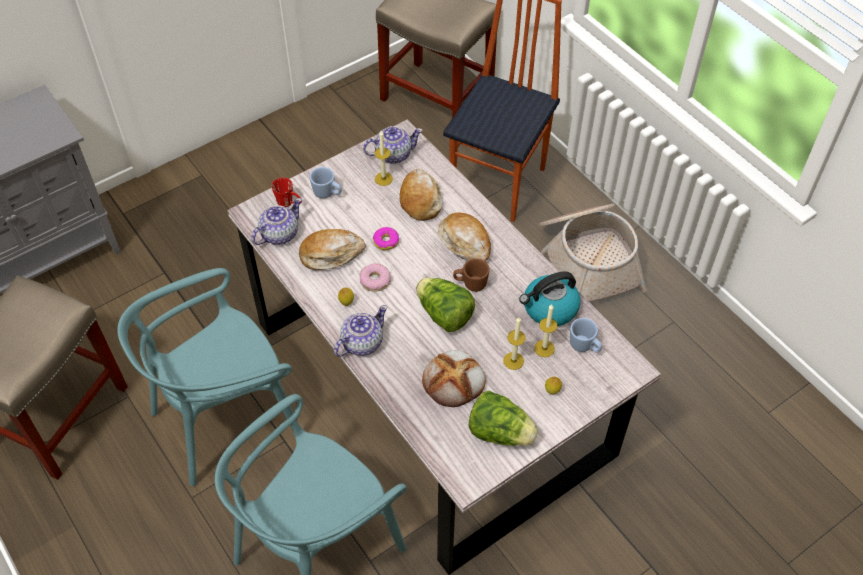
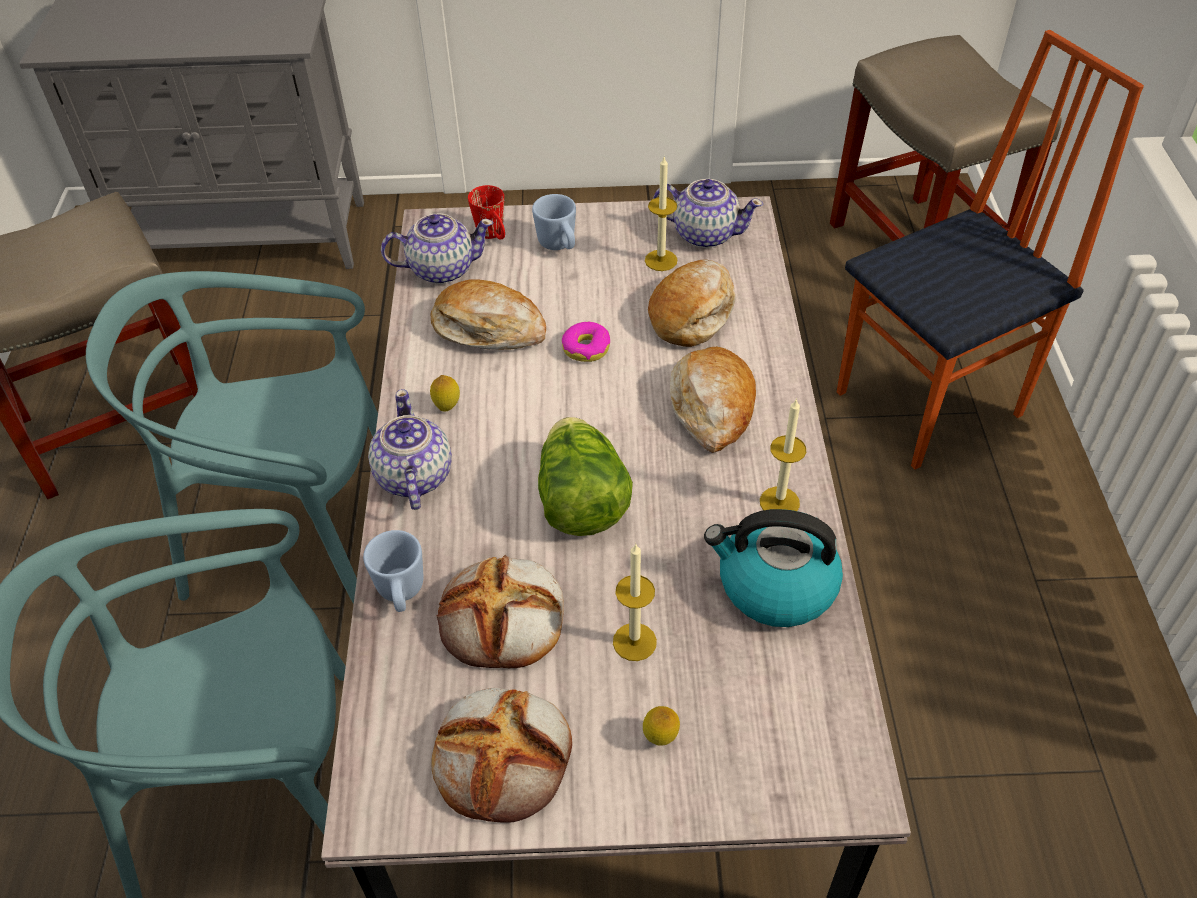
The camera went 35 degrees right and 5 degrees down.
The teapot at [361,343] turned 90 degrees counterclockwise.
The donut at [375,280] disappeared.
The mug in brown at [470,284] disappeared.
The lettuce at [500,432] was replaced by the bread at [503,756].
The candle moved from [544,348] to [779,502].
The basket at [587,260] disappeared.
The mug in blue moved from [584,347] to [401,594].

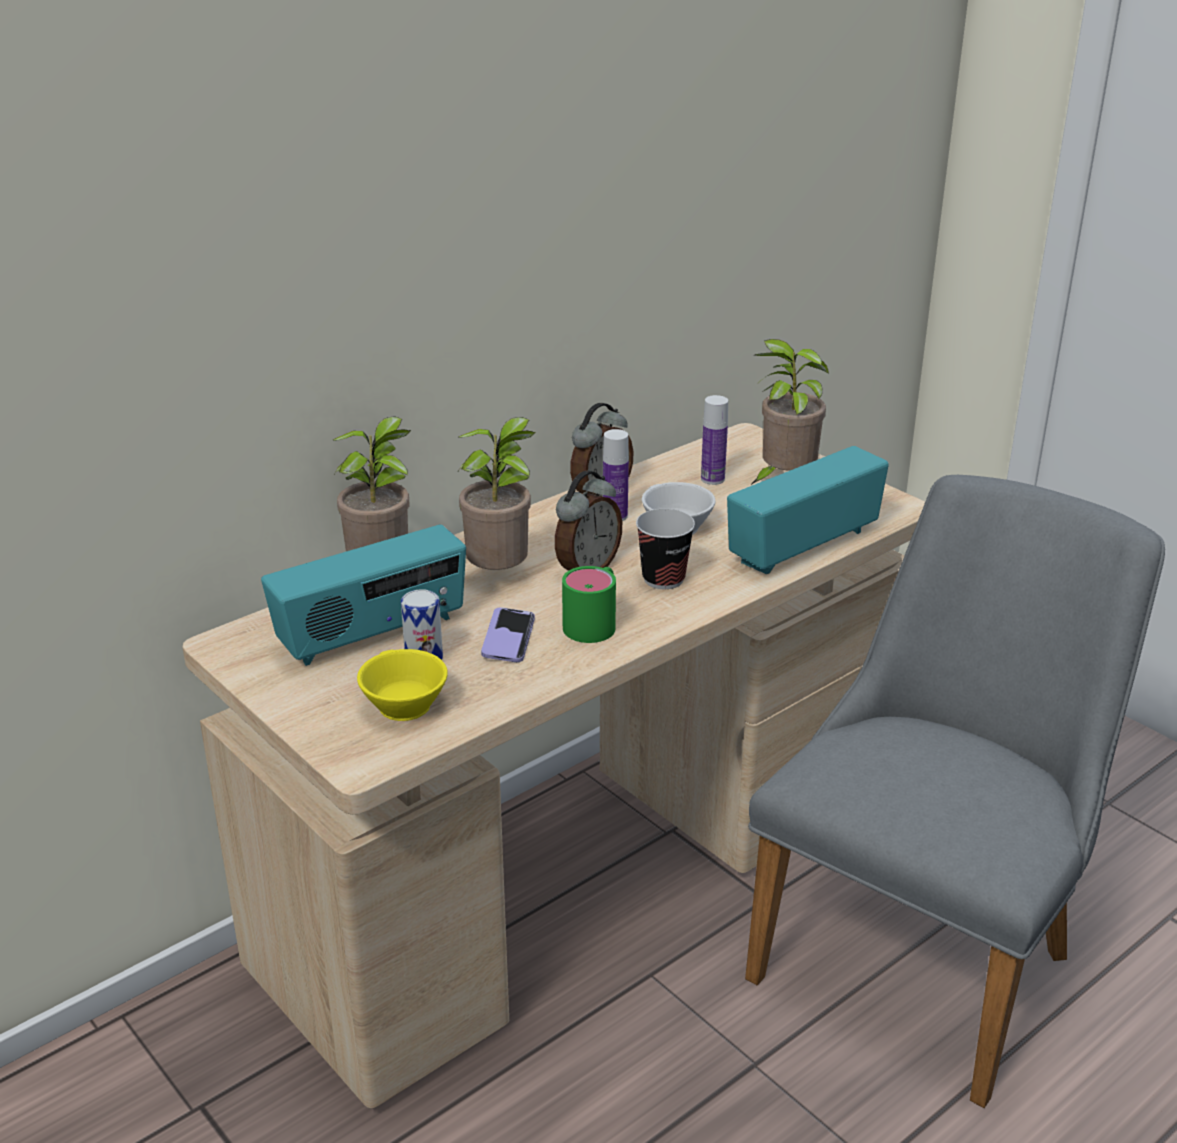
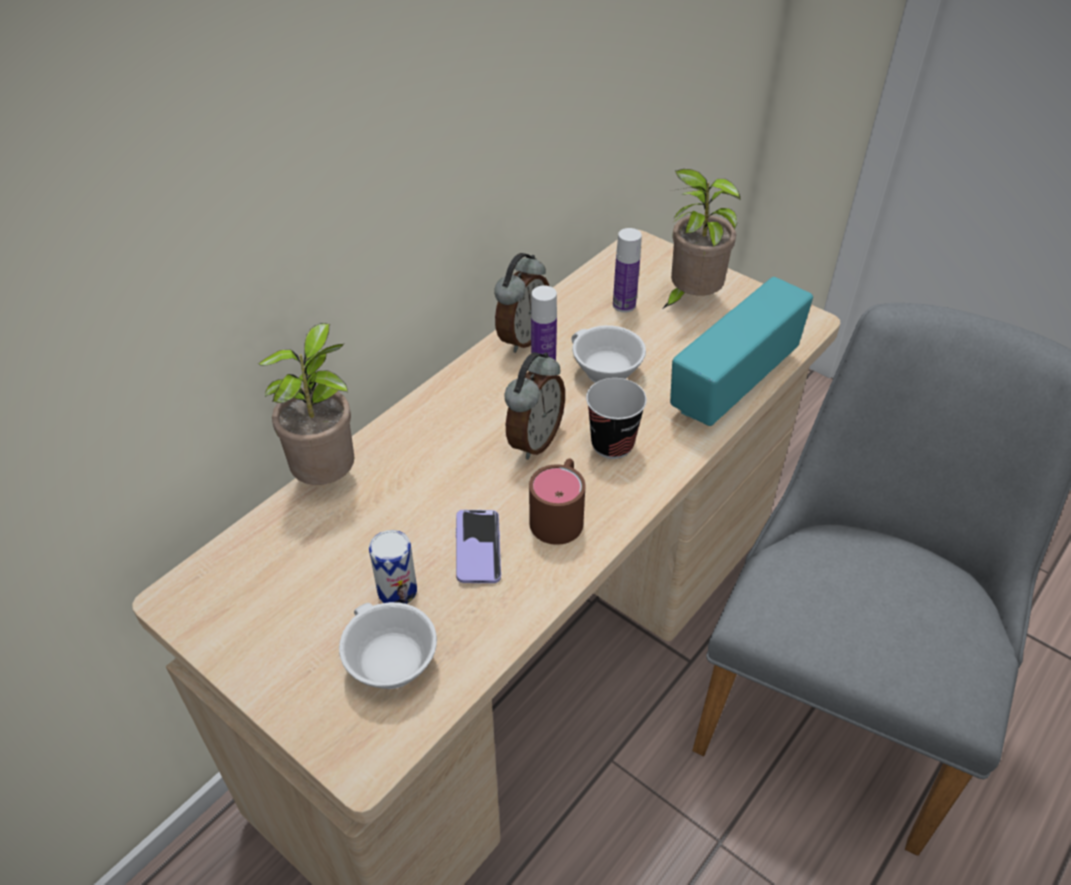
The camera went 10 degrees left and 15 degrees up.
The radio at [372,635] disappeared.
The cup in yellow at [400,704] became the cup in white at [387,664].
The potted plant at [501,575] disappeared.
The mug in green at [595,622] became the mug in brown at [560,513].

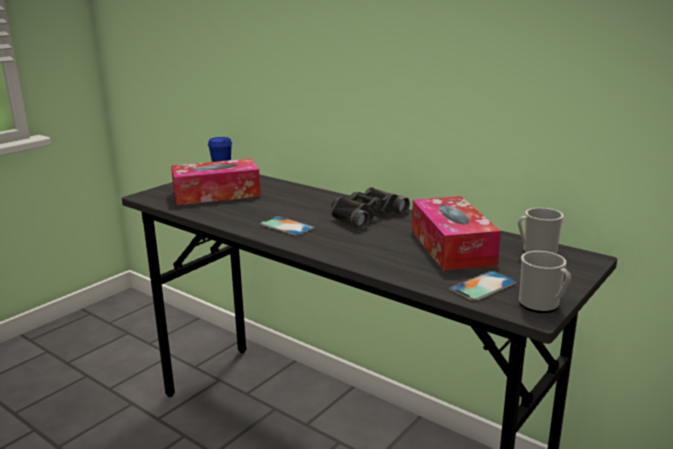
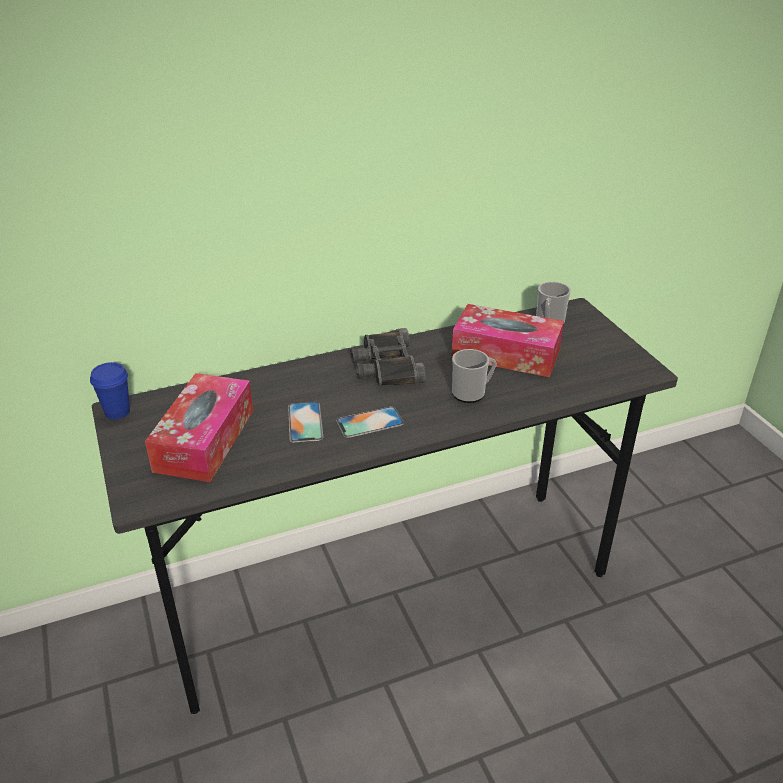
The camera went 60 degrees left and 15 degrees up.
The phone moved from [483,286] to [305,422].
The mug moved from [542,305] to [472,393].

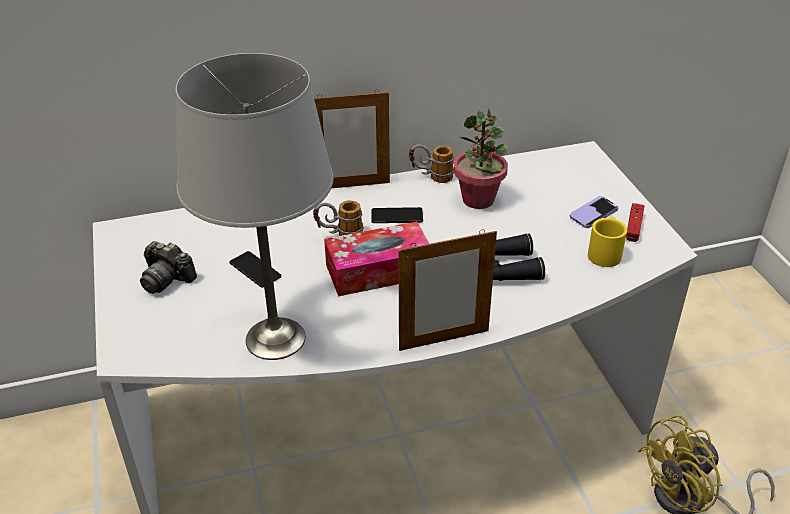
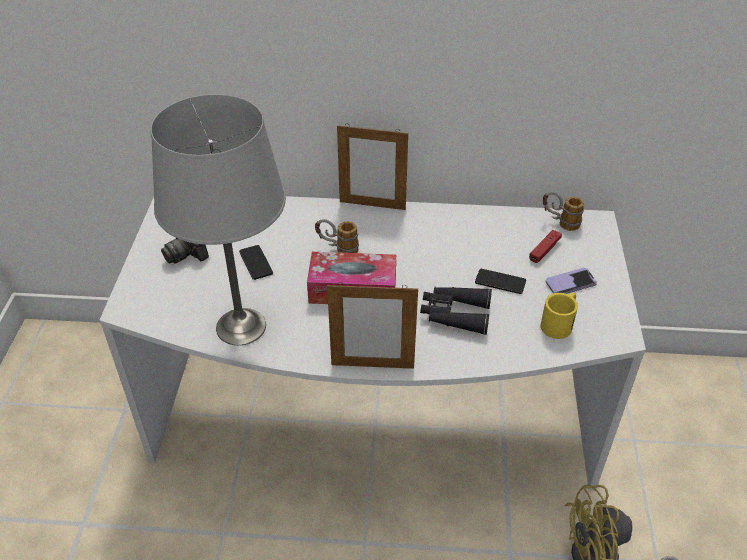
The camera went 20 degrees right and 5 degrees up.
The phone moved from [397,216] to [500,282].
The mug moved from [431,177] to [559,222].
The potted plant at [478,200] disappeared.
The game controller in red moved from [634,227] to [544,250].

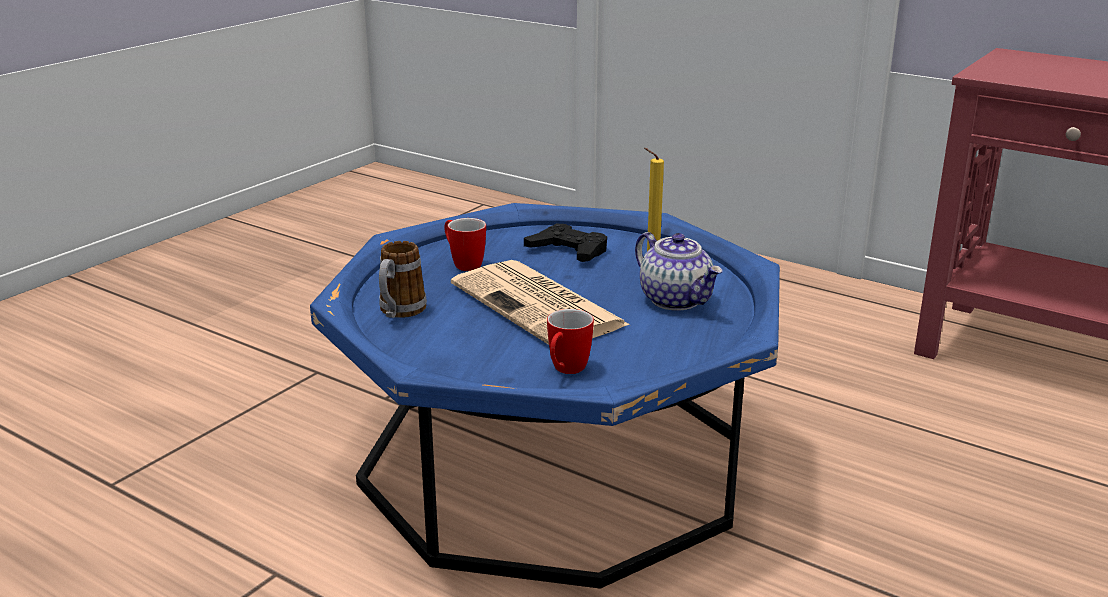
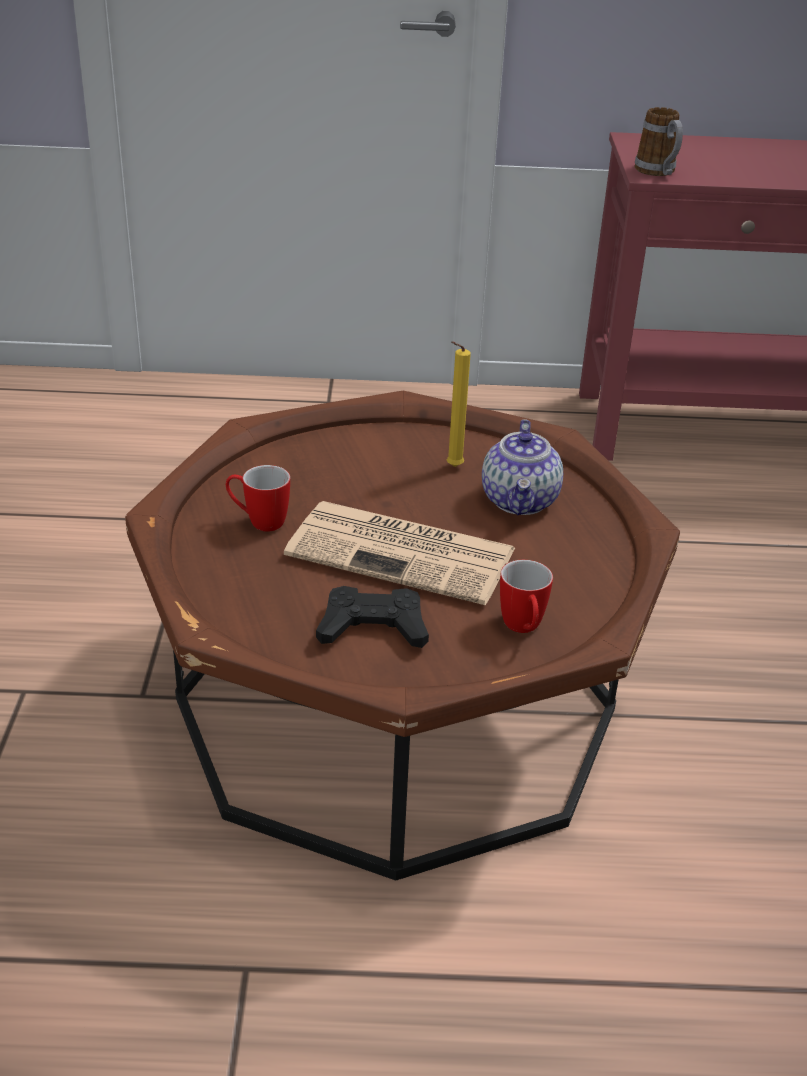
The camera went 35 degrees left and 10 degrees up.
The coffee table in blue at [554,462] became the coffee table in brown at [396,704].
The mug moved from [399,312] to [658,172].
The game controller in black moved from [568,251] to [373,627].
The teapot at [676,300] turned 75 degrees clockwise.

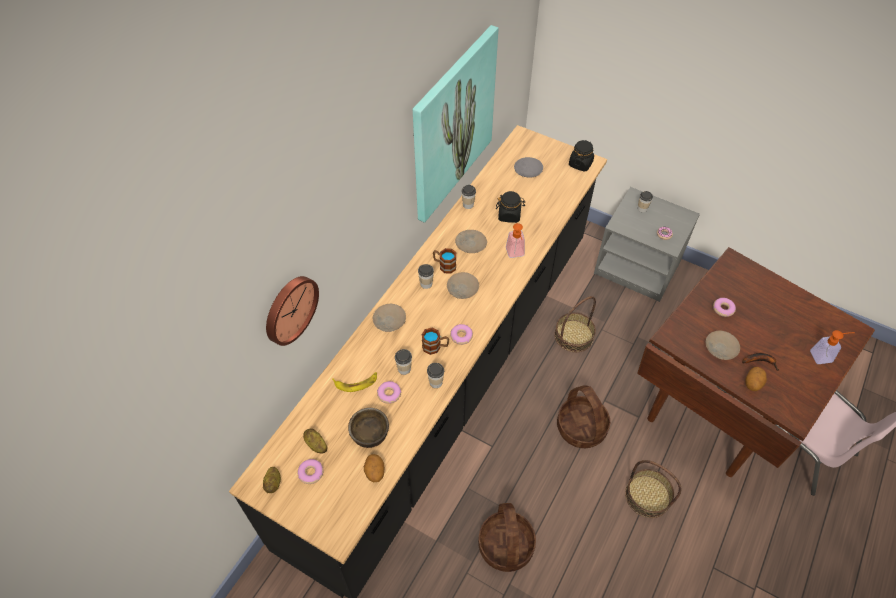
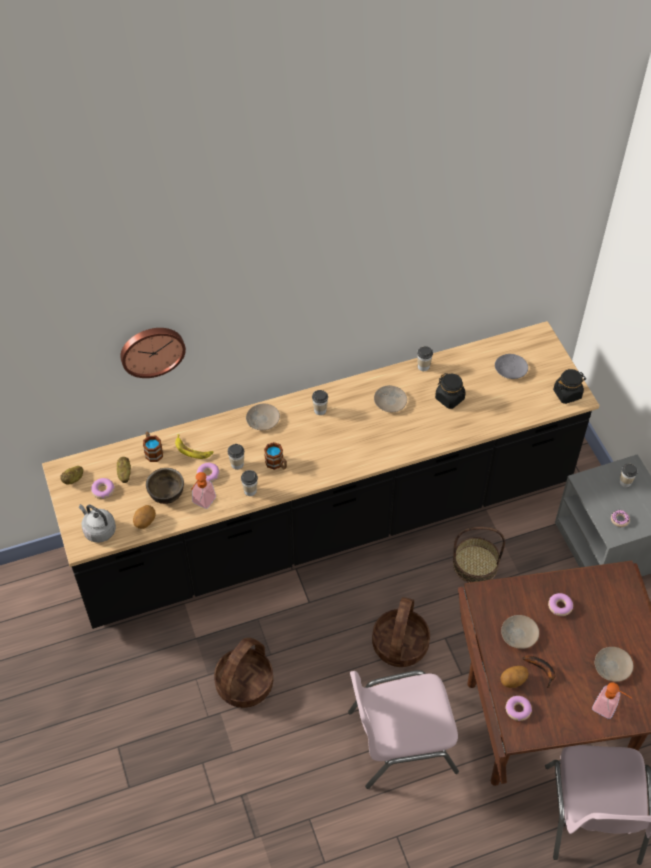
The camera went 40 degrees right and 0 degrees up.
The picture at [452,124] disappeared.
The mug moved from [444,265] to [152,451].
The plate in beige moved from [462,288] to [612,666].
The donut moved from [461,336] to [518,710].
The soap dispenser moved from [515,254] to [202,503].
The basket at [647,496] was replaced by the chair in pink at [399,740].
The kettle in grey at [98,530] appeared.

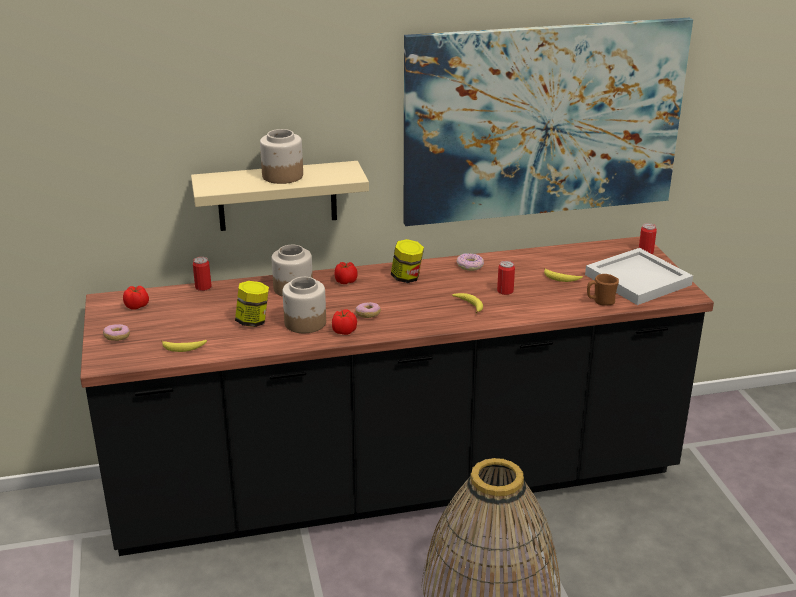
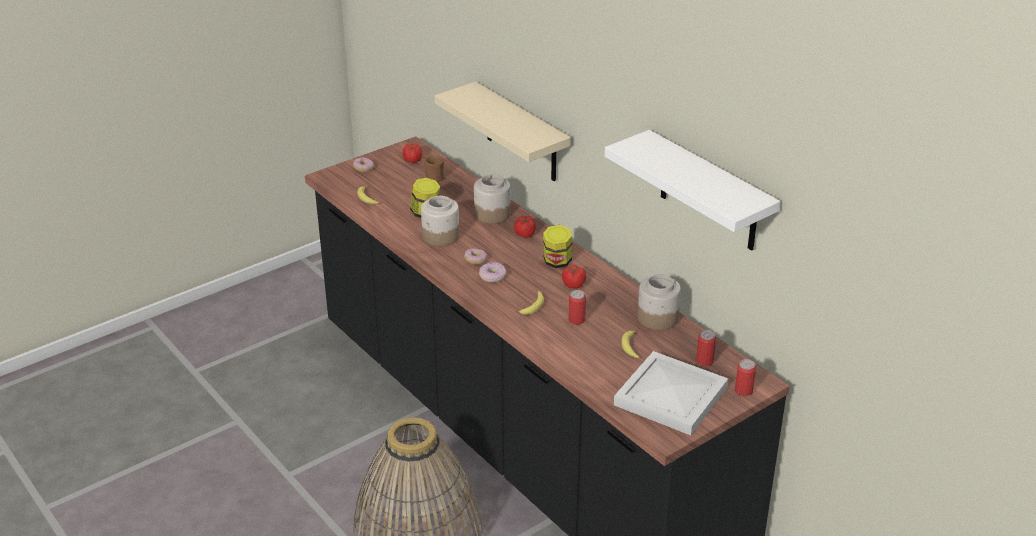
The camera went 65 degrees right and 5 degrees up.
The can moved from [203,287] to [704,361].
The jar moved from [282,176] to [657,318].
The tomato moved from [343,331] to [573,284].
The picture at [543,121] was replaced by the shelf in white at [709,193].
The donut moved from [470,266] to [492,276].
The mug in brown moved from [600,302] to [433,177].

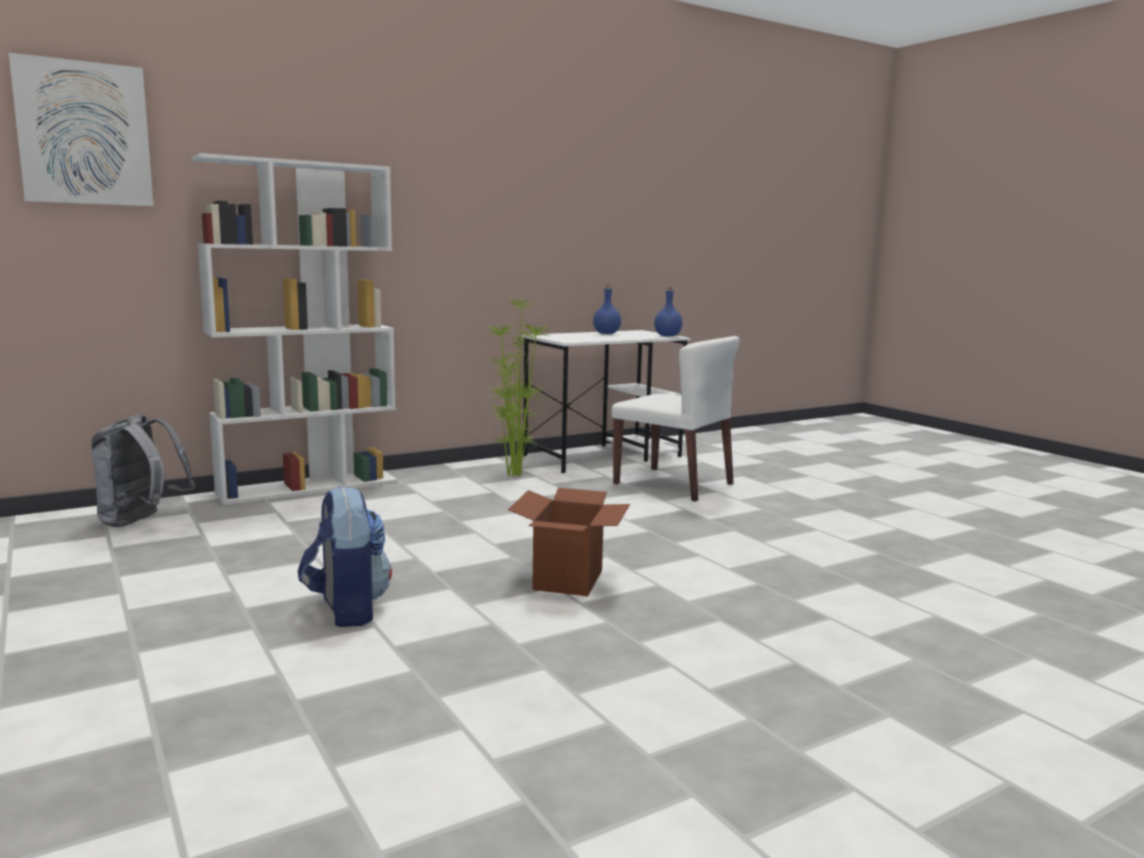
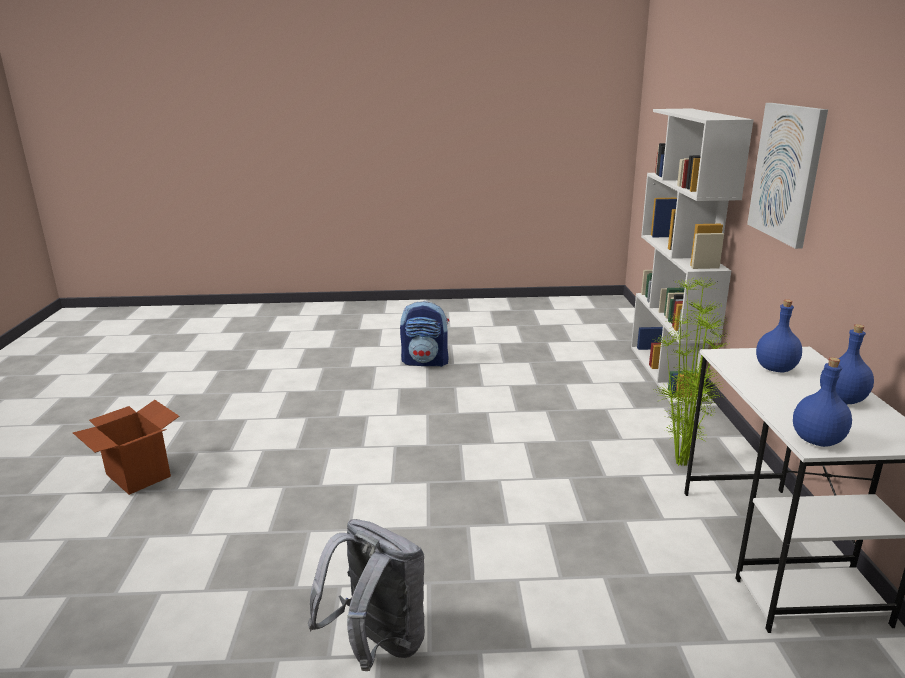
The camera went 120 degrees right and 10 degrees up.
The picture moved from [84,134] to [787,172].
The backpack in grey moved from [141,521] to [377,645].
The cardboard box moved from [568,580] to [138,475].
The chair in white at [674,484] disappeared.
The bottle in blue at [775,369] appeared.

